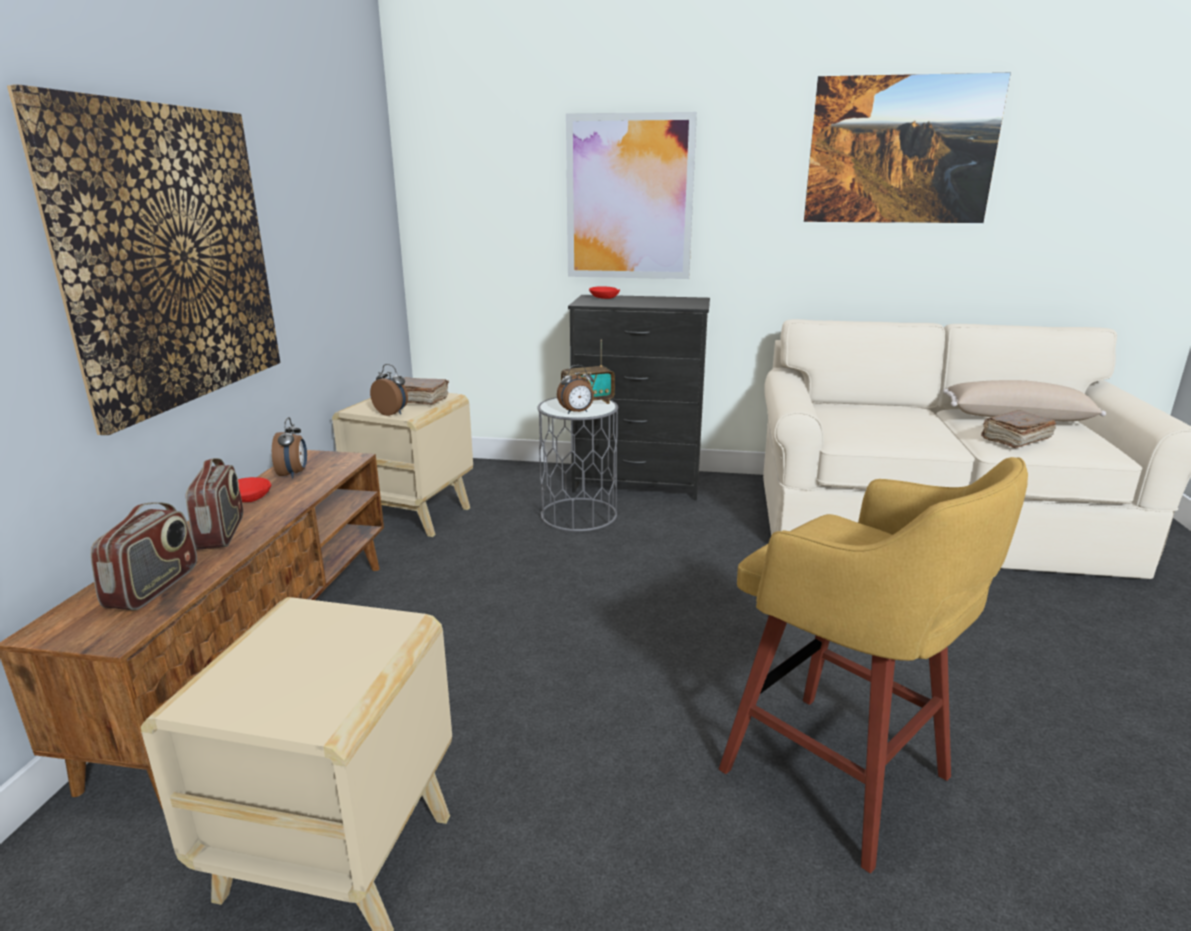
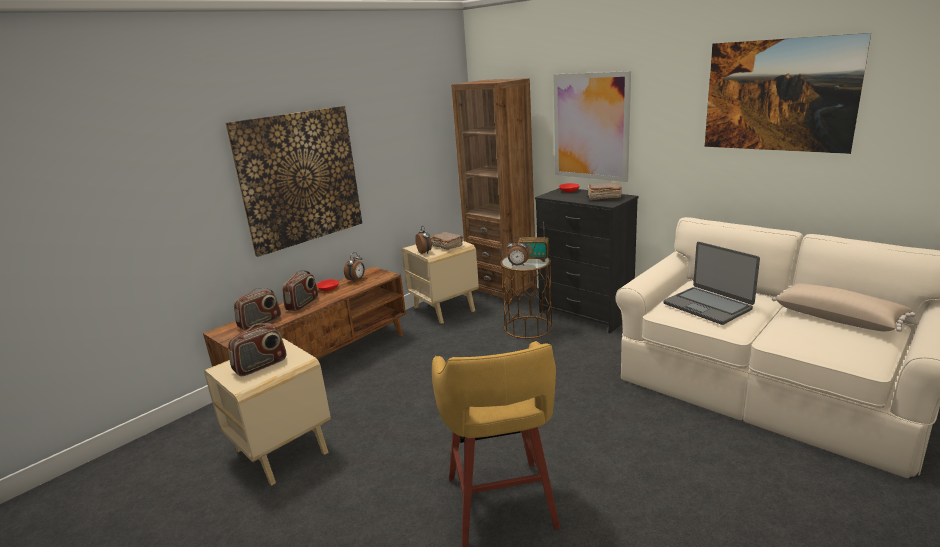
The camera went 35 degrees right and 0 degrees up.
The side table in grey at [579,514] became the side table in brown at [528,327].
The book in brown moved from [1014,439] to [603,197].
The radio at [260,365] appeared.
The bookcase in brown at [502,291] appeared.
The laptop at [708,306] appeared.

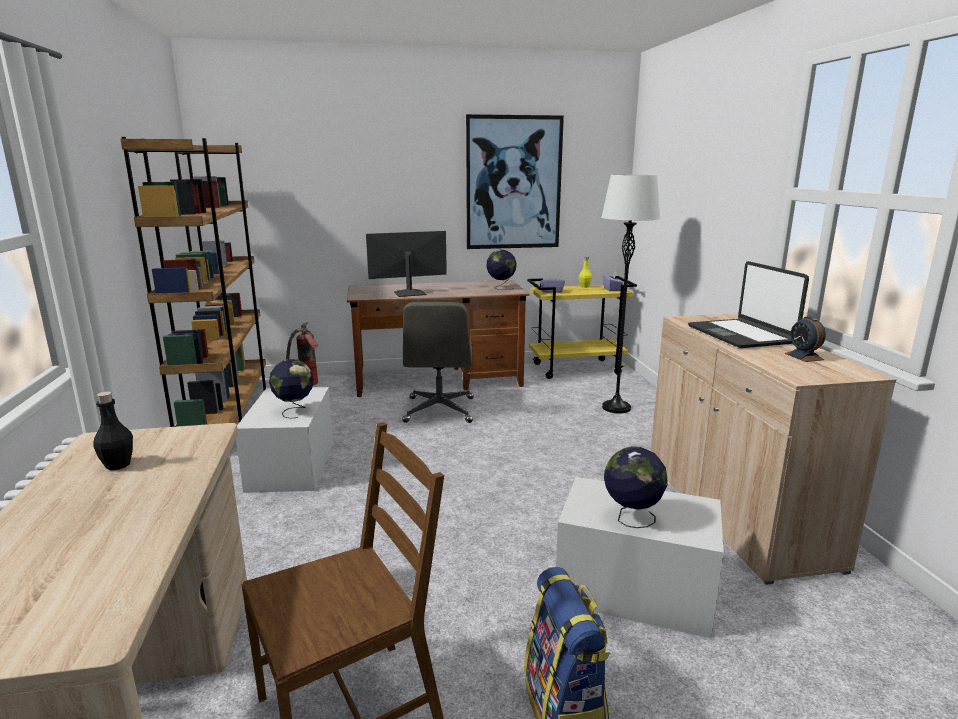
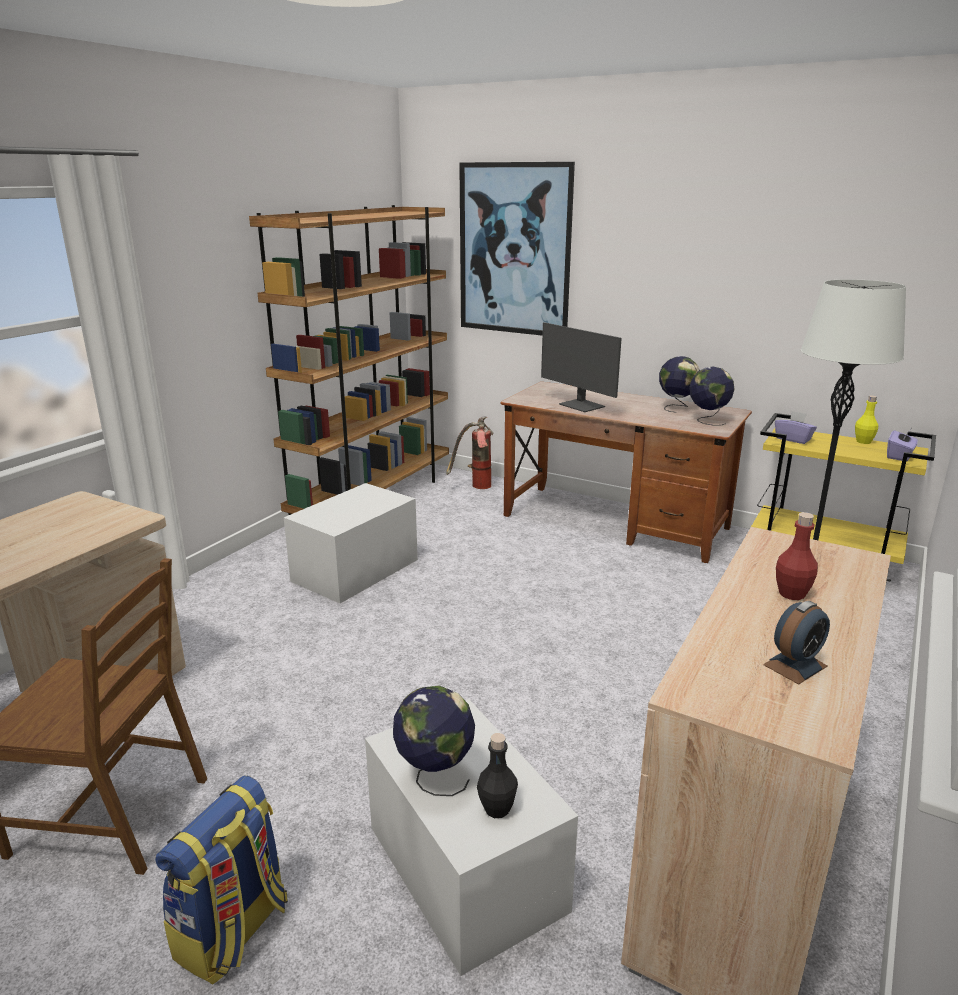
The camera went 40 degrees right and 5 degrees up.
The bottle in black moved from [118,465] to [497,809].
The globe moved from [294,411] to [676,407].
The monitor at [409,293] turned 150 degrees counterclockwise.
The office chair in grey at [439,410] disappeared.
The picture moved from [513,183] to [514,250].
The laptop at [741,335] was replaced by the bottle in red at [791,594].
The alarm clock at [804,356] turned 150 degrees counterclockwise.

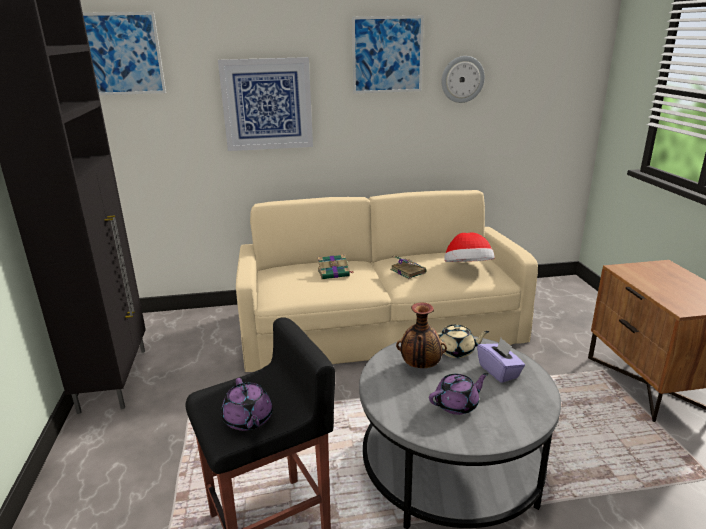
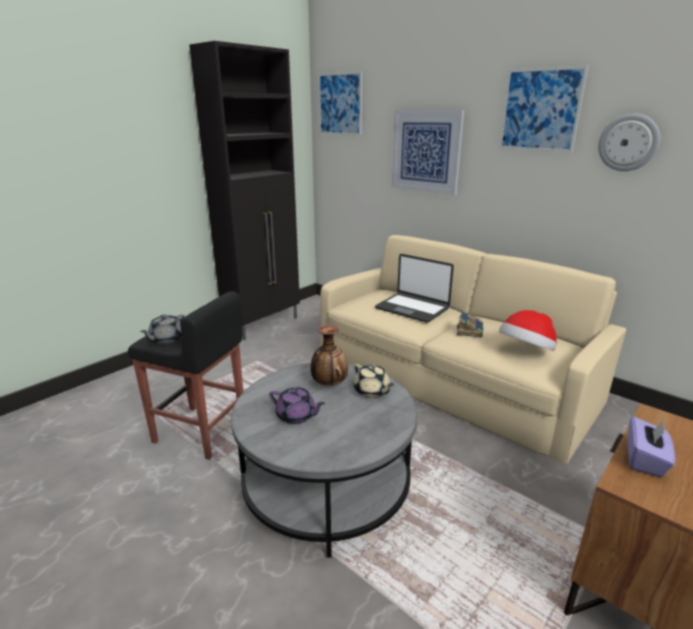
The camera went 50 degrees right and 0 degrees up.
The teapot in purple at [248,420] became the teapot in grey at [166,339].
The book at [334,273] was replaced by the laptop at [412,308].
The tissue box in purple moved from [499,371] to [645,460].

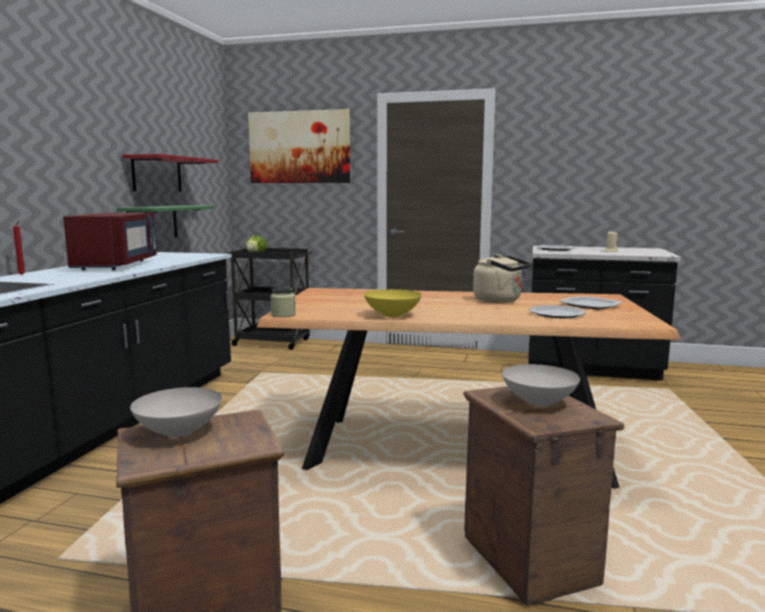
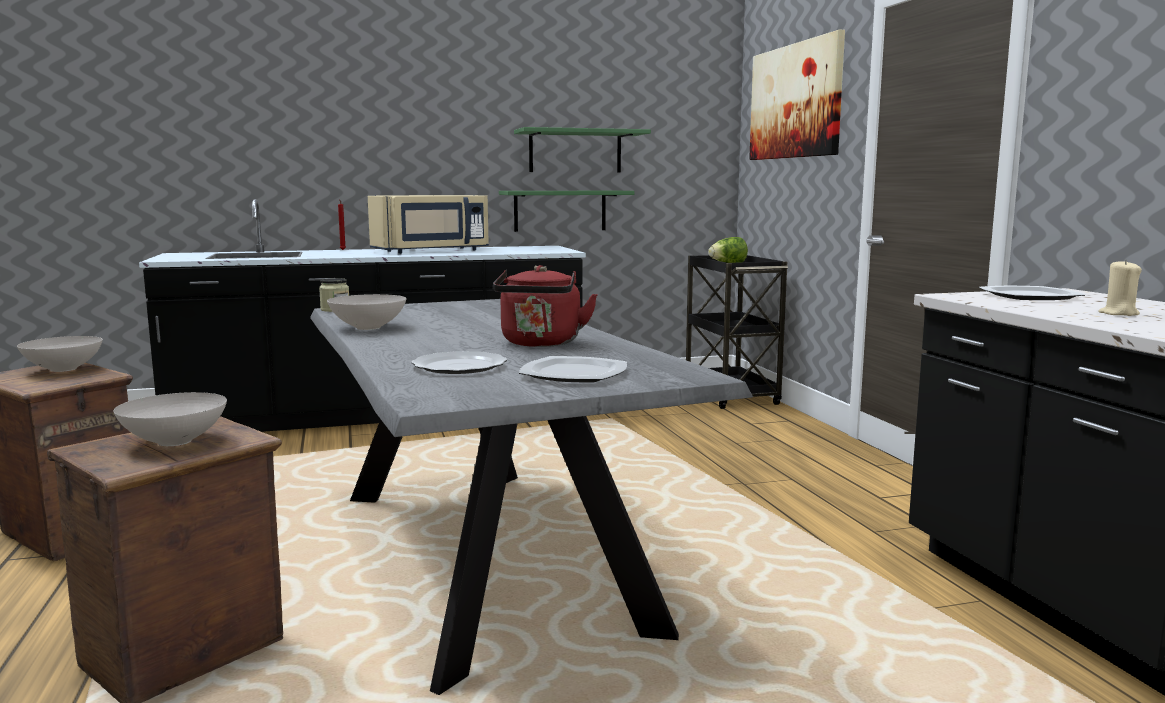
The camera went 60 degrees right and 0 degrees up.
The microwave in red at [118,265] became the microwave in beige at [432,251].
The shelf in red at [157,174] became the shelf in green at [575,151].
The dining table in brown at [455,448] became the dining table in grey at [484,558].
The bowl in yellow at [392,315] became the bowl in white at [367,328].
The kettle in beige at [500,300] became the kettle in red at [541,344].

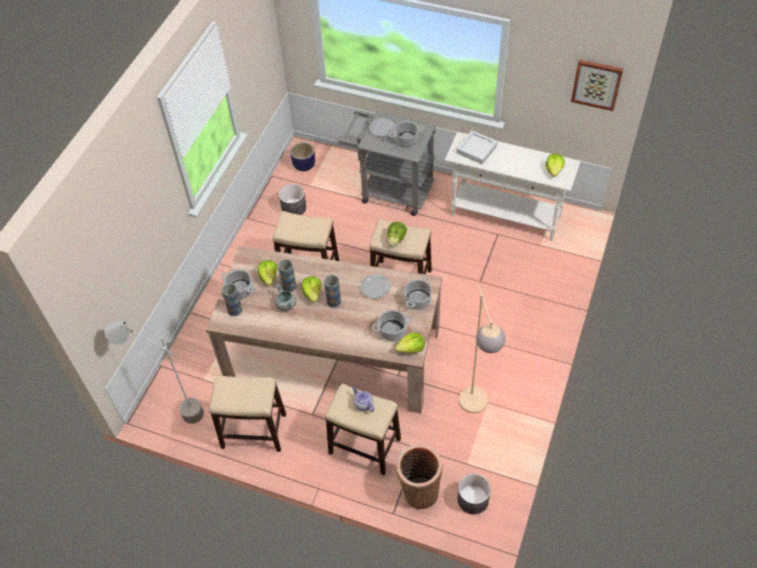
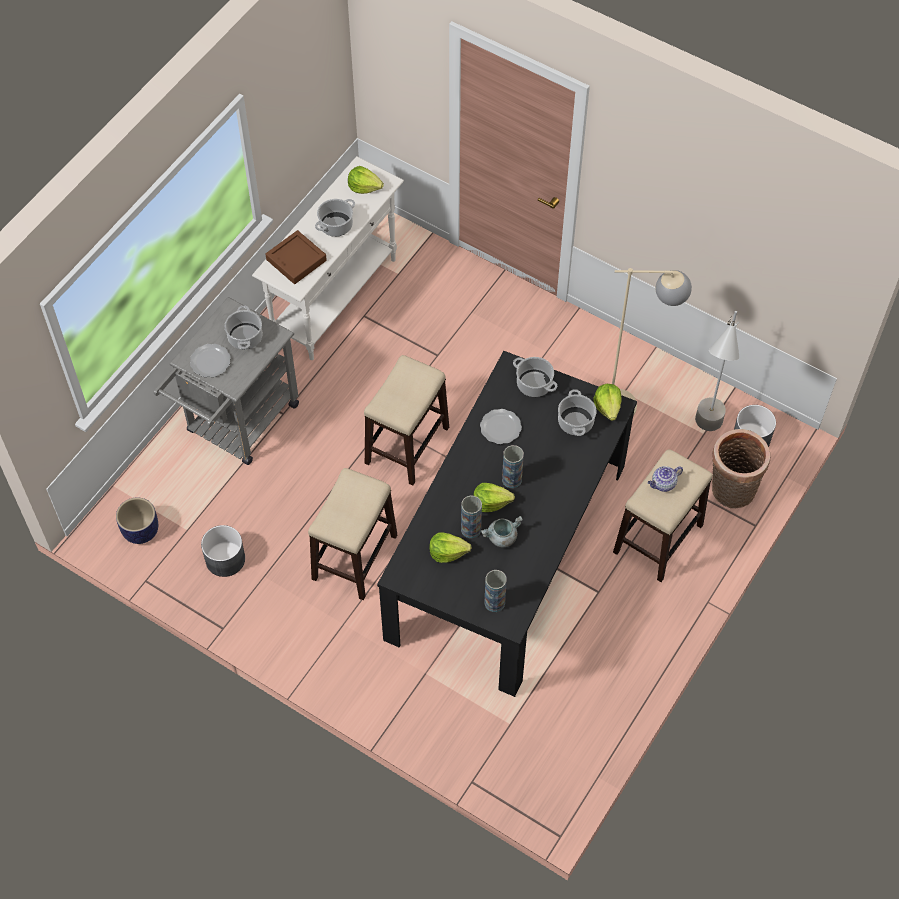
The camera went 80 degrees left and 5 degrees up.
The floor lamp in grey moved from [175,413] to [704,438].
The dining table in beige at [332,353] became the dining table in black at [507,551].
The stool at [253,431] disappeared.
The cooking pot moved from [239,290] to [336,226].
The lettuce at [396,240] disappeared.
The tray in grey at [476,149] became the tray in brown at [296,260].
The picture at [596,84] disappeared.

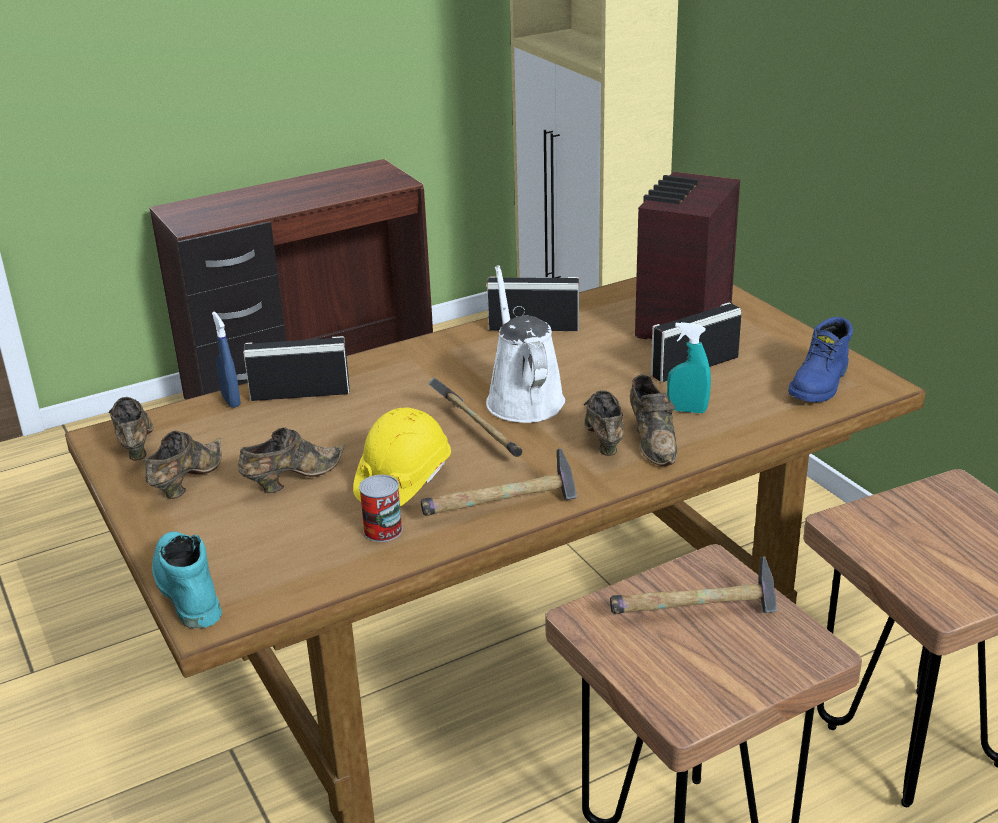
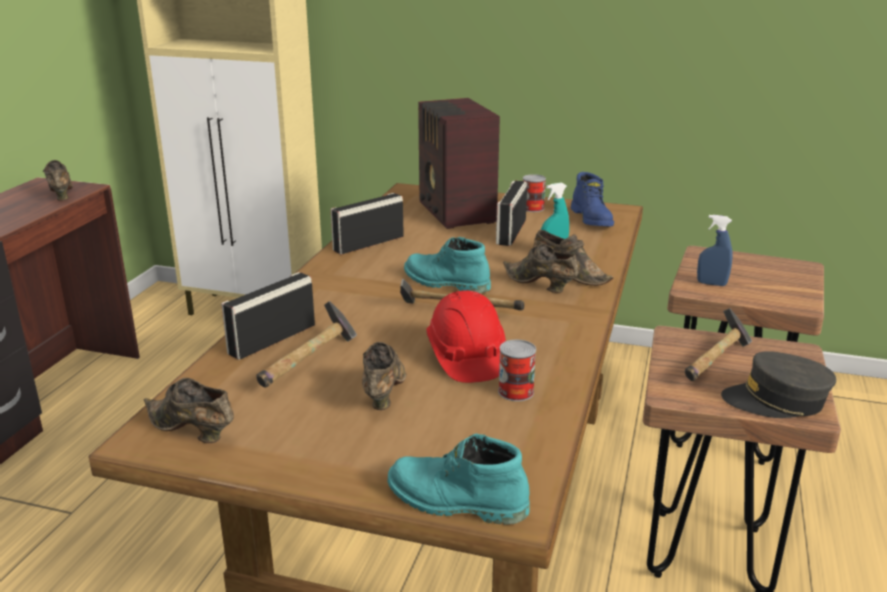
The camera went 45 degrees left and 5 degrees down.
The shoe in brown moved from [186,481] to [61,195].
The spray bottle in blue moved from [231,400] to [711,283].
The hard hat in yellow at [403,480] became the hard hat in red at [465,358].
The hammer moved from [504,507] to [310,362].
The watering can in white at [523,398] was replaced by the boot in turquoise at [445,283].
The can at [532,208] appeared.
The cap in grey at [776,401] appeared.

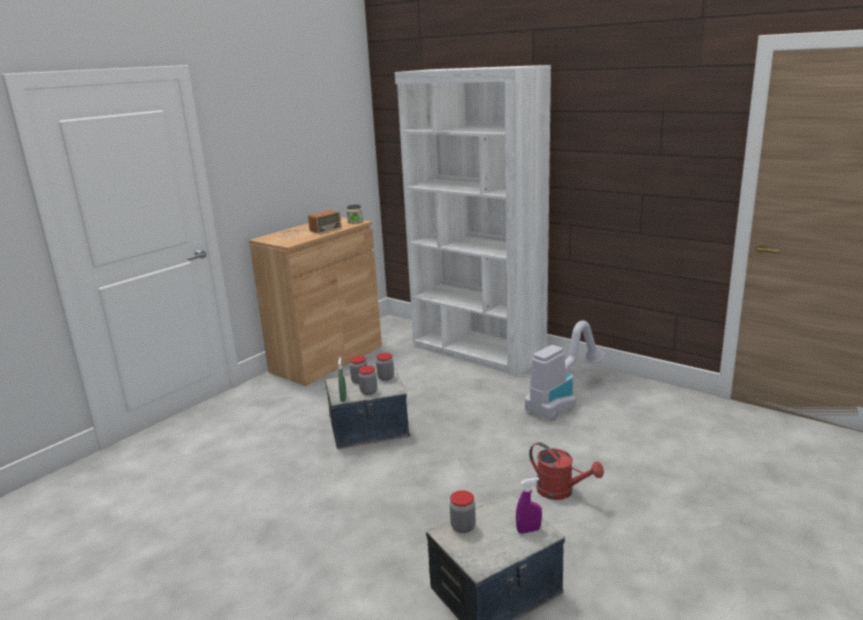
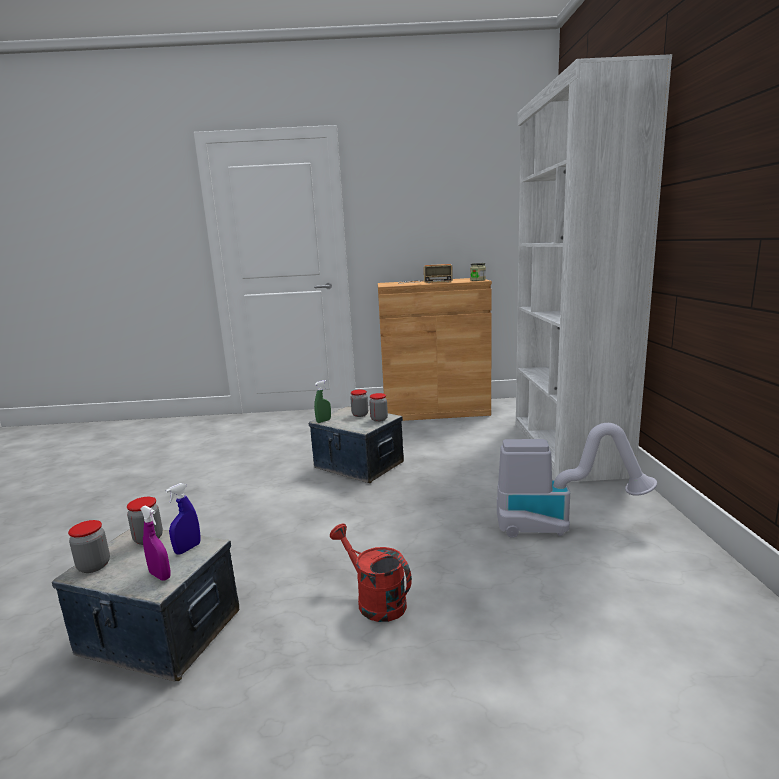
The camera went 50 degrees right and 5 degrees down.
The jar moved from [368,392] to [94,566].
The watering can in red at [561,492] turned 135 degrees clockwise.
The spray bottle in blue at [188,549] appeared.

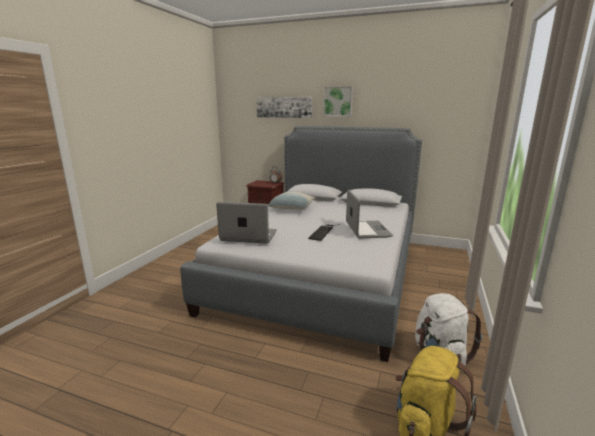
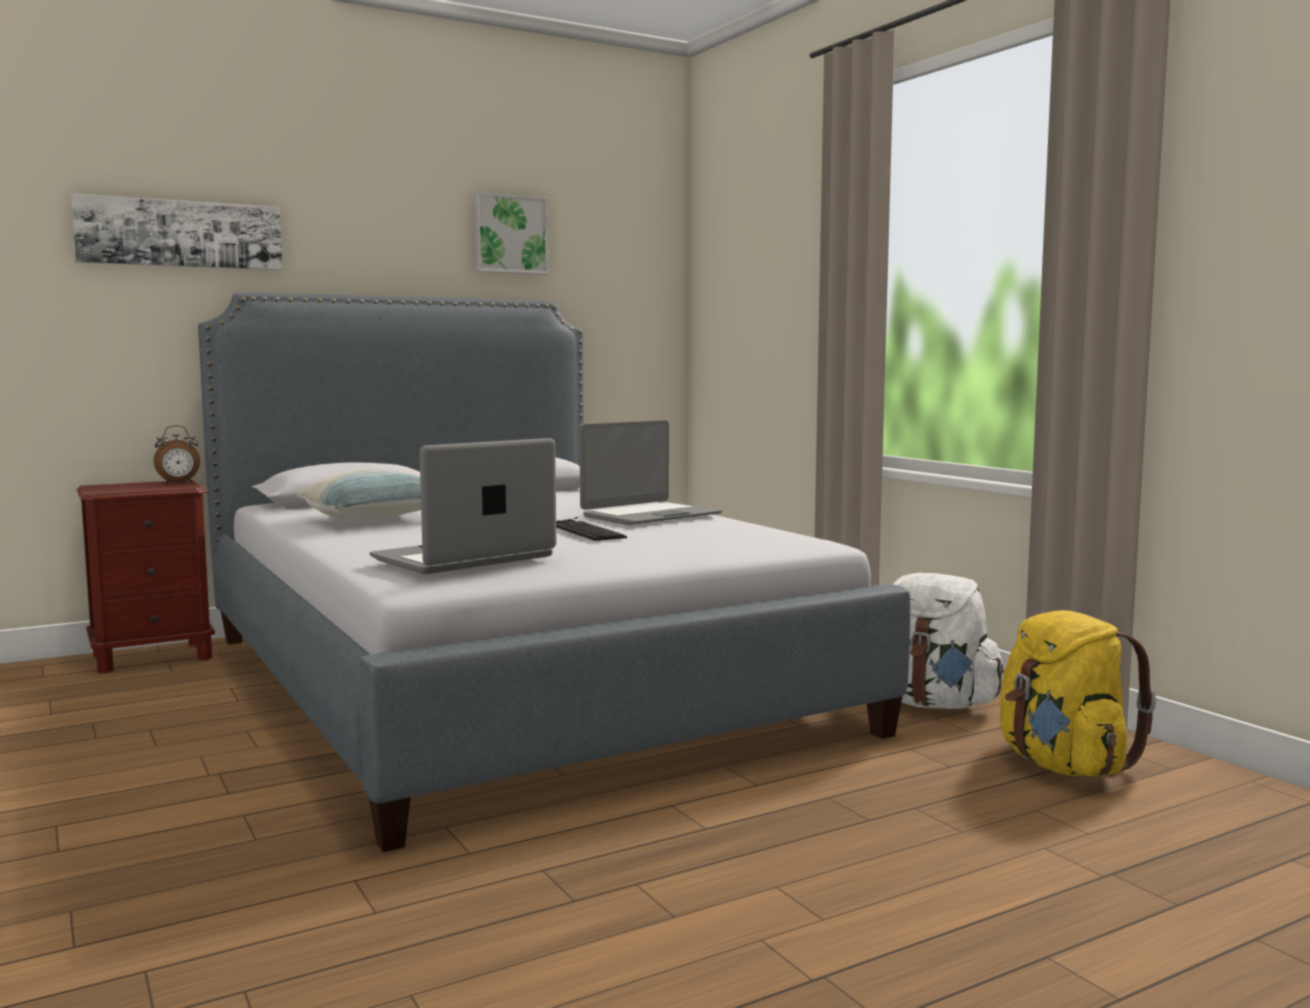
The camera went 50 degrees left and 10 degrees down.
The picture moved from [338,101] to [509,234].
The laptop at [367,230] turned 105 degrees clockwise.

